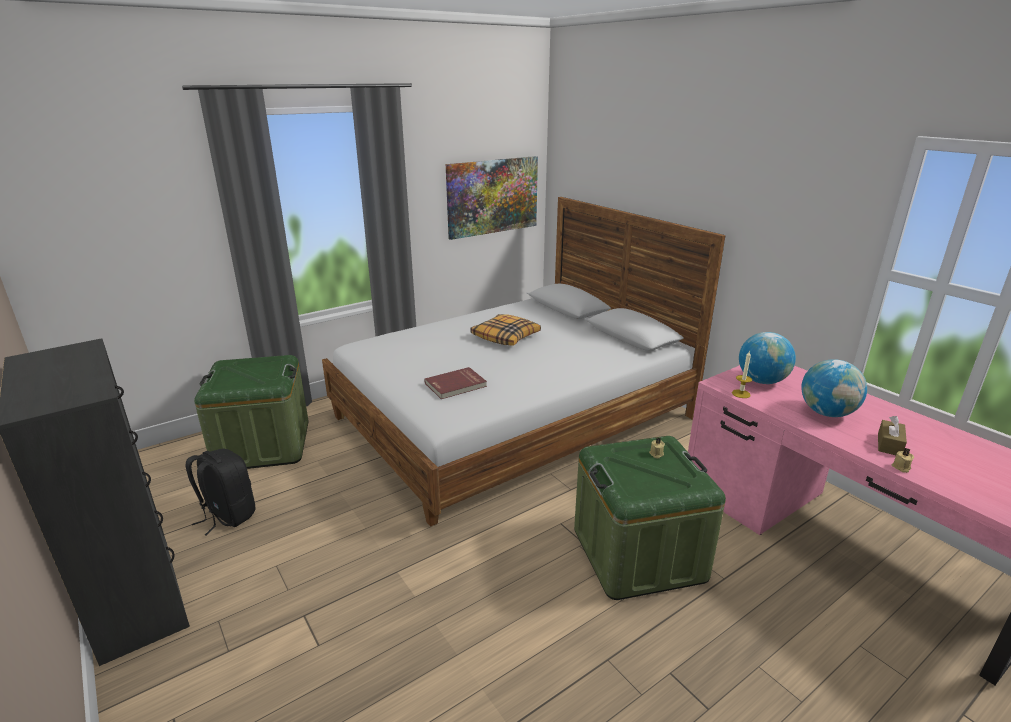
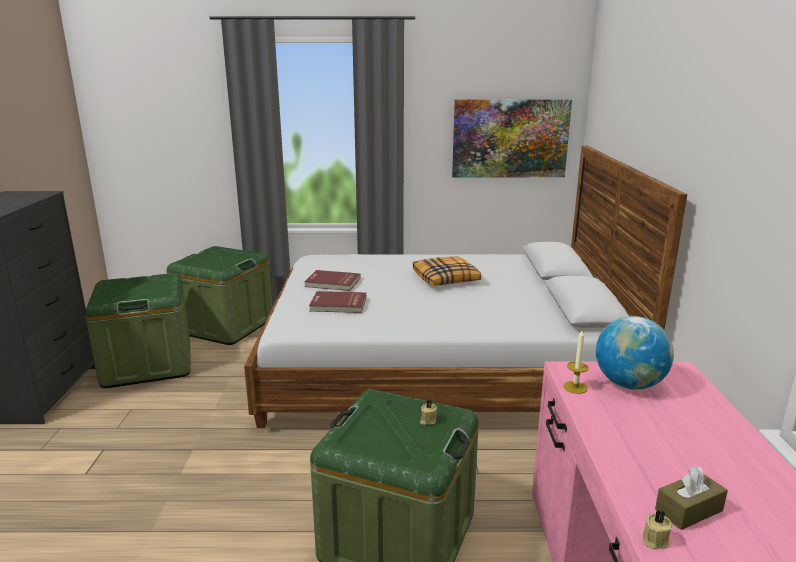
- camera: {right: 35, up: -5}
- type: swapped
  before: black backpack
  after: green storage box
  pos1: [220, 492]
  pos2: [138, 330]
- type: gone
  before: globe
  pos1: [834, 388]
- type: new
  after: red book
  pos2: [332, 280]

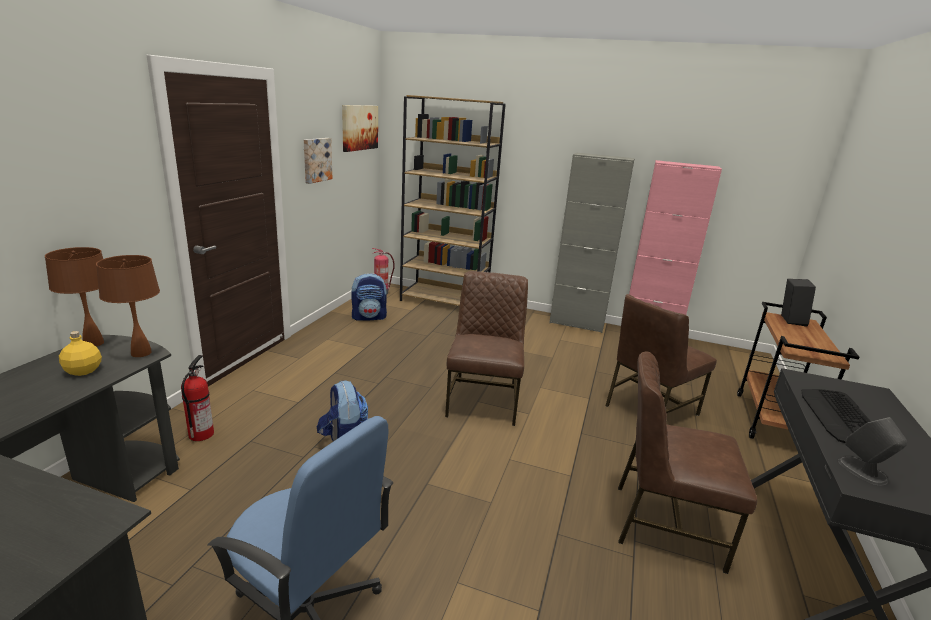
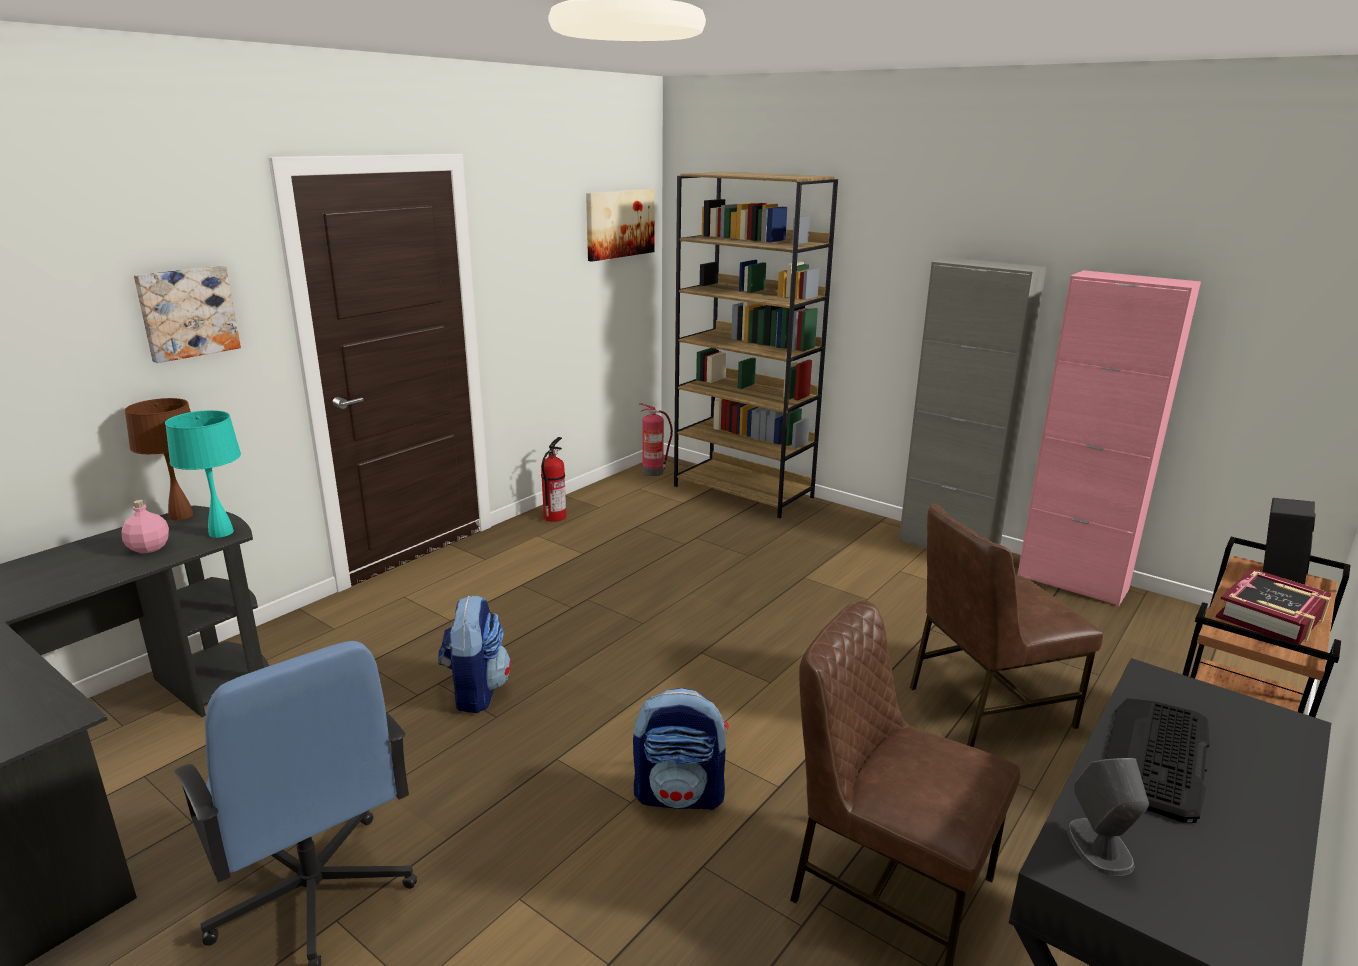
- camera: {right: 20, up: 0}
- type: repainted
  before: yellow bottle
  after: pink bottle
  pos1: [80, 353]
  pos2: [145, 526]
- type: repainted
  before: brown table lamp
  after: turquoise table lamp
  pos1: [128, 306]
  pos2: [203, 474]
- type: shifted
  before: fire extinguisher
  pos1: [197, 398]
  pos2: [553, 479]
- type: shifted
  before: picture
  pos1: [318, 161]
  pos2: [187, 314]
- type: shifted
  before: backpack
  pos1: [369, 297]
  pos2: [681, 749]
- type: gone
  before: brown chair
  pos1: [486, 348]
- type: new
  after: book
  pos2: [1273, 606]

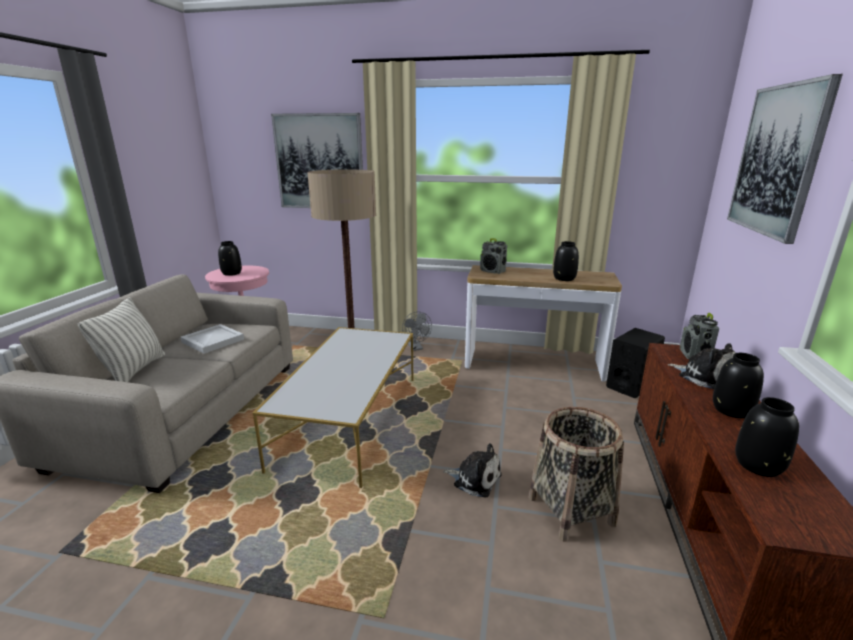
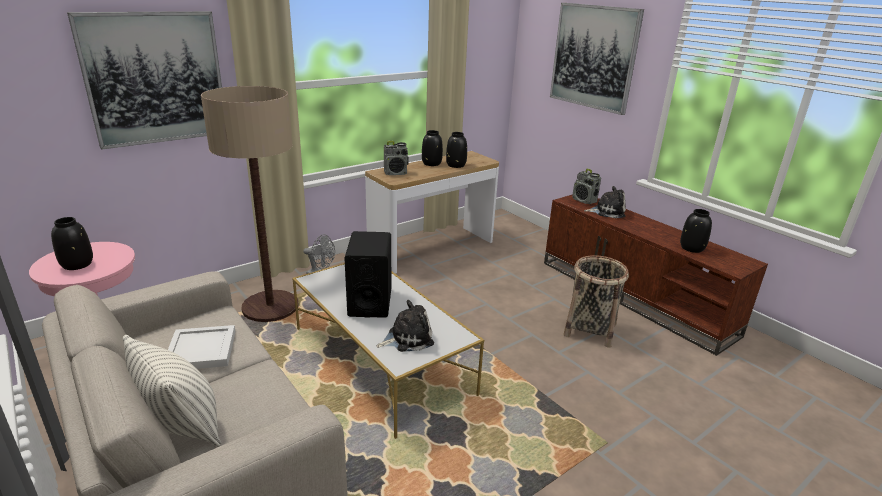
- camera: {right: -50, up: 5}
- type: shifted
  before: plush toy
  pos1: [472, 470]
  pos2: [405, 326]
- type: shifted
  before: black speaker
  pos1: [635, 363]
  pos2: [368, 274]
- type: shifted
  before: black vase
  pos1: [738, 385]
  pos2: [432, 148]

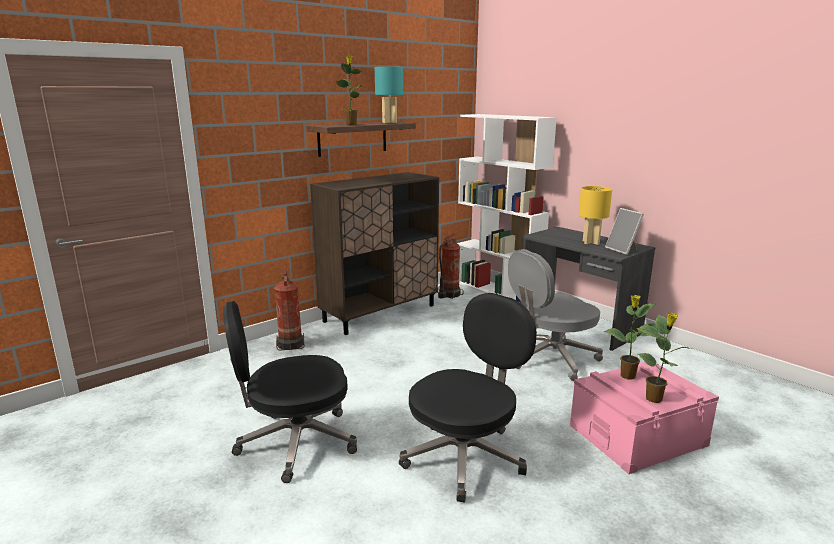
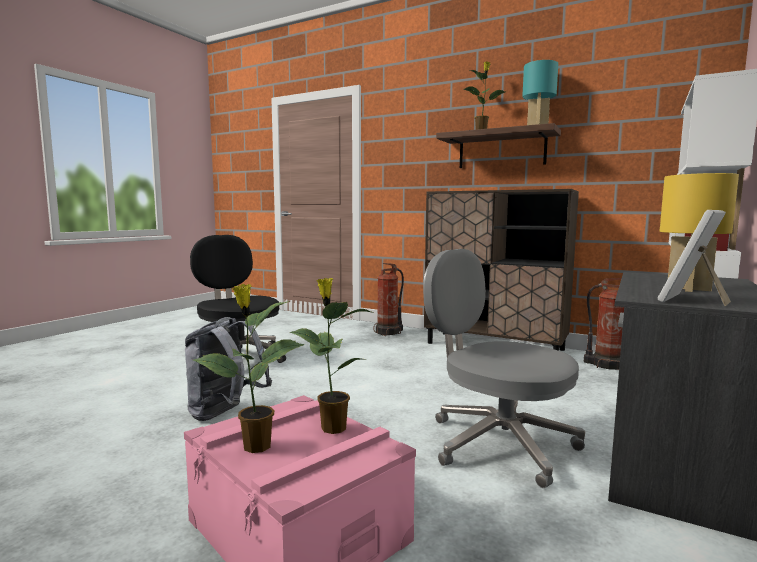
- camera: {right: 70, up: -10}
- type: swapped
  before: black office chair
  after: grey backpack
  pos1: [468, 398]
  pos2: [228, 369]

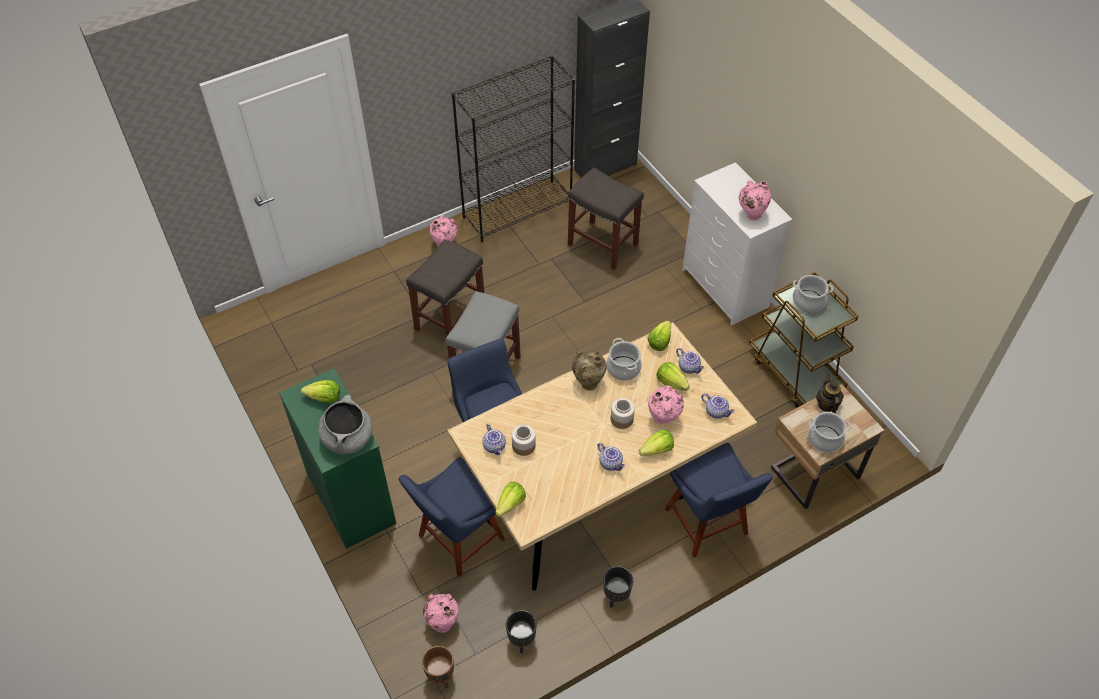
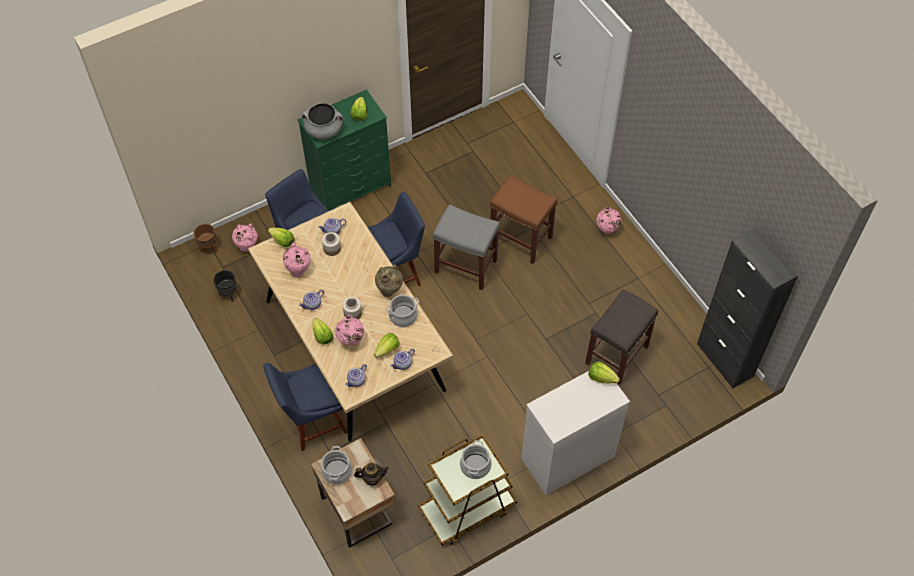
- camera: {right: 90, up: 5}
- type: repainted
  before: grey stool
  after: brown stool
  pos1: [445, 288]
  pos2: [524, 219]
- type: gone
  before: black bookcase
  pos1: [513, 148]
- type: gone
  before: black planter
  pos1: [618, 587]
- type: shifted
  before: lettuce
  pos1: [659, 336]
  pos2: [604, 372]
- type: shifted
  before: pink vase
  pos1: [754, 200]
  pos2: [297, 259]

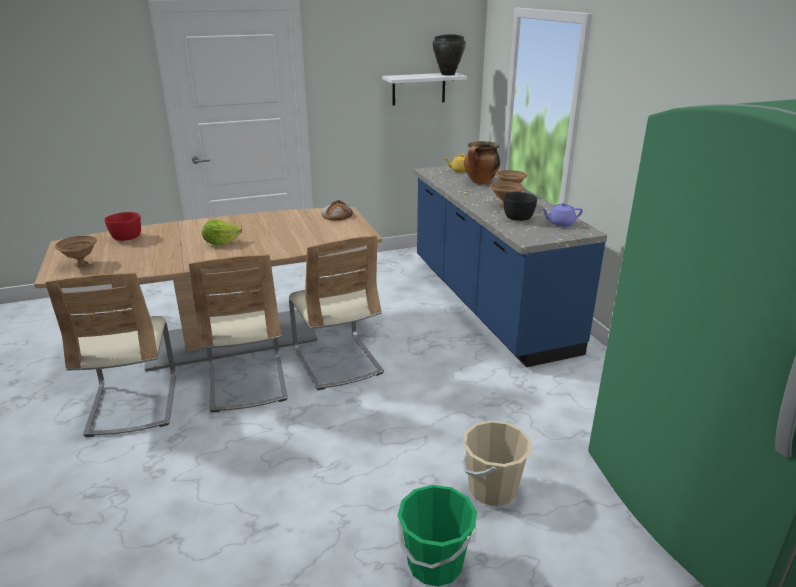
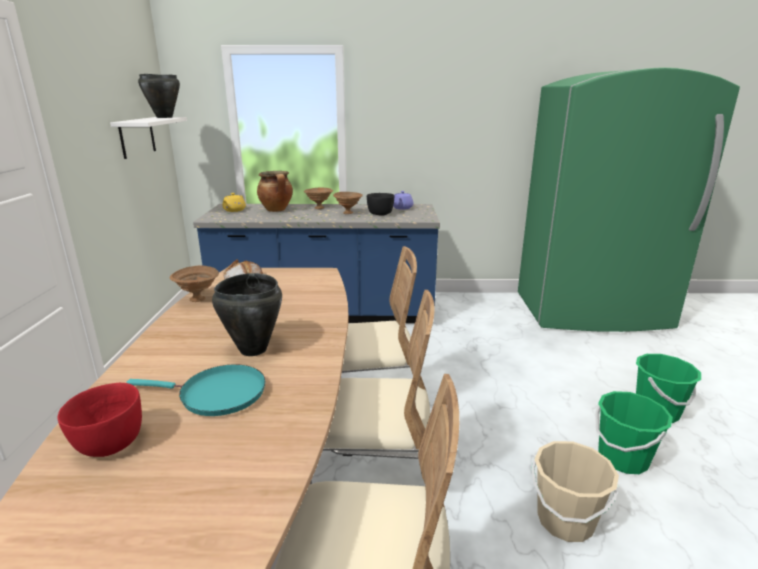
- camera: {right: -70, up: -5}
- type: shifted
  before: brown bowl
  pos1: [76, 251]
  pos2: [194, 284]
- type: swapped
  before: lettuce
  after: black cooking pot
  pos1: [222, 232]
  pos2: [247, 314]
- type: shifted
  before: beige bucket
  pos1: [497, 463]
  pos2: [575, 491]
- type: new
  after: turquoise frying pan
  pos2: [195, 390]
- type: new
  after: green bucket
  pos2: [634, 432]

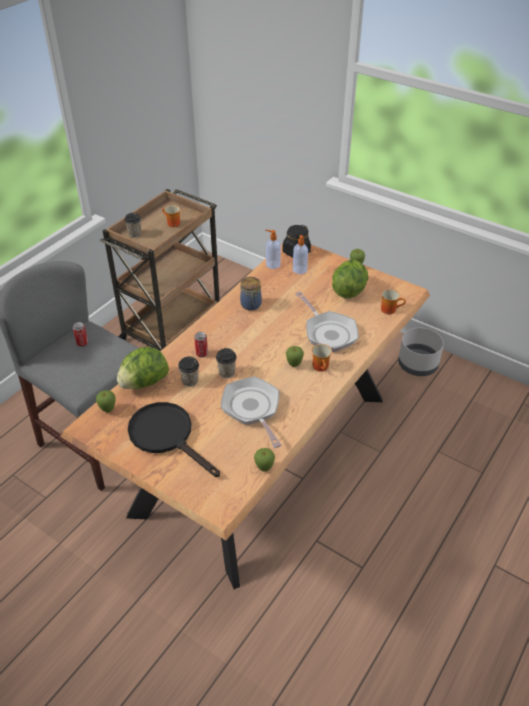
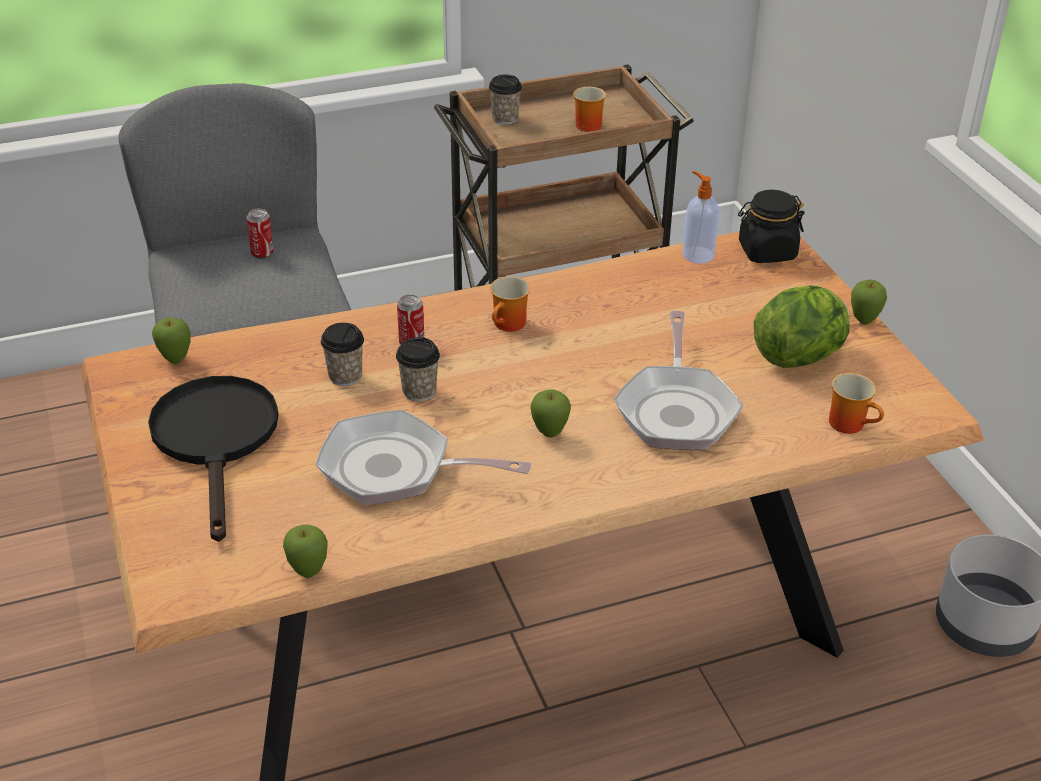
- camera: {right: 35, up: -5}
- type: gone
  before: lettuce
  pos1: [143, 368]
- type: rotated
  before: frying pan
  pos1: [251, 412]
  pos2: [423, 457]
  turn: -90
- type: gone
  before: jar
  pos1: [251, 294]
- type: gone
  before: soap dispenser
  pos1: [300, 254]
- type: shifted
  before: mug
  pos1: [322, 357]
  pos2: [510, 304]

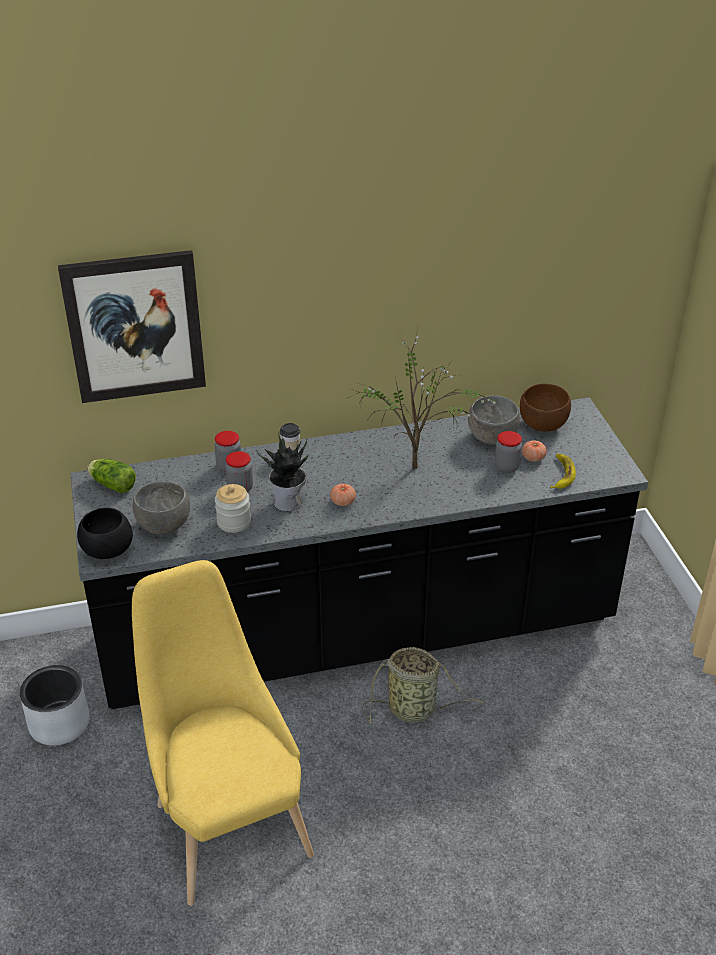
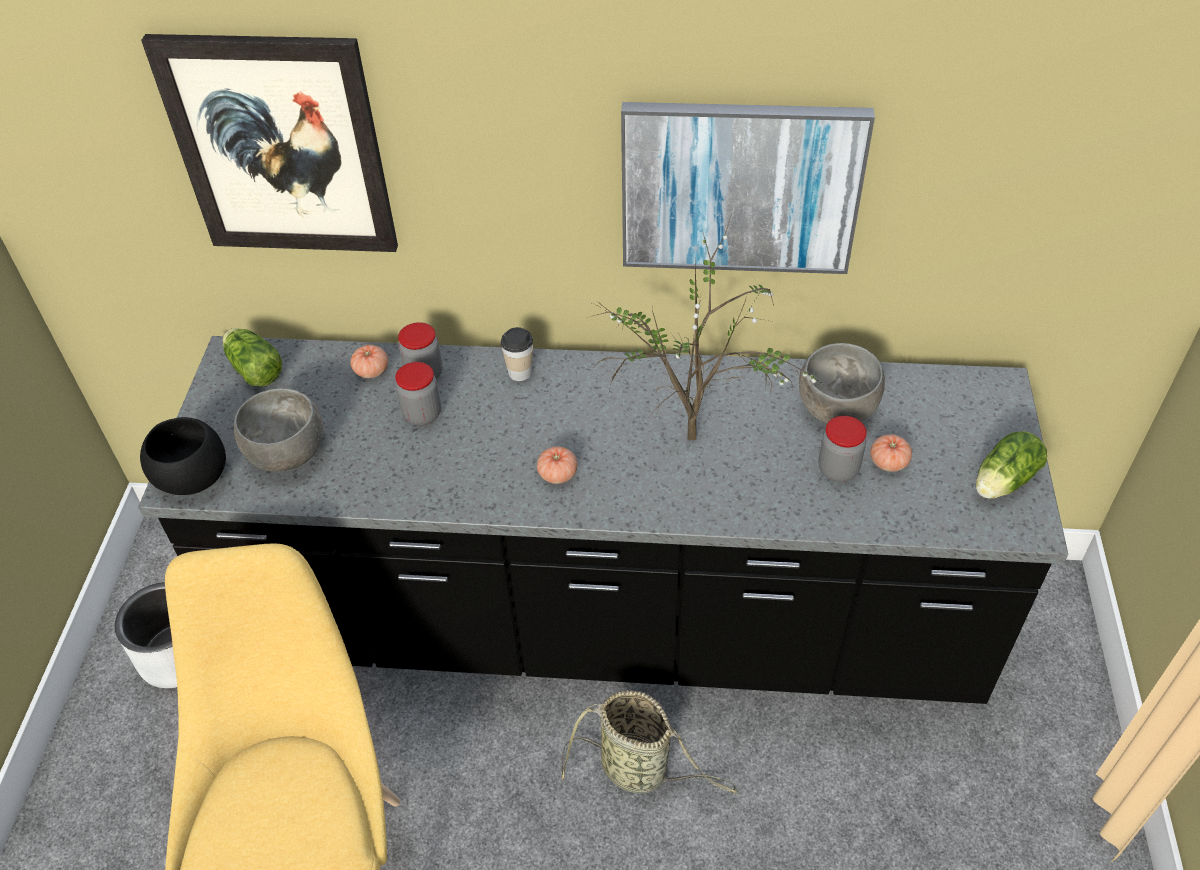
- camera: {right: 20, up: 10}
- type: gone
  before: jar
  pos1: [233, 508]
- type: gone
  before: potted plant
  pos1: [282, 472]
- type: gone
  before: brown bowl
  pos1: [545, 407]
- type: gone
  before: banana
  pos1: [563, 471]
- type: new
  after: tomato
  pos2: [369, 361]
- type: new
  after: picture
  pos2: [748, 188]
- type: new
  after: lettuce
  pos2: [1011, 465]

